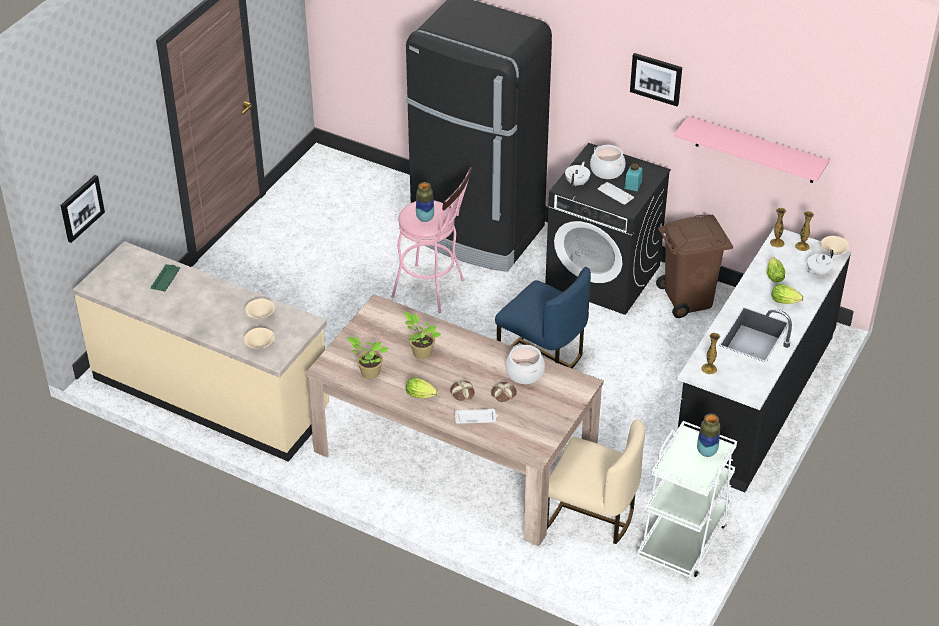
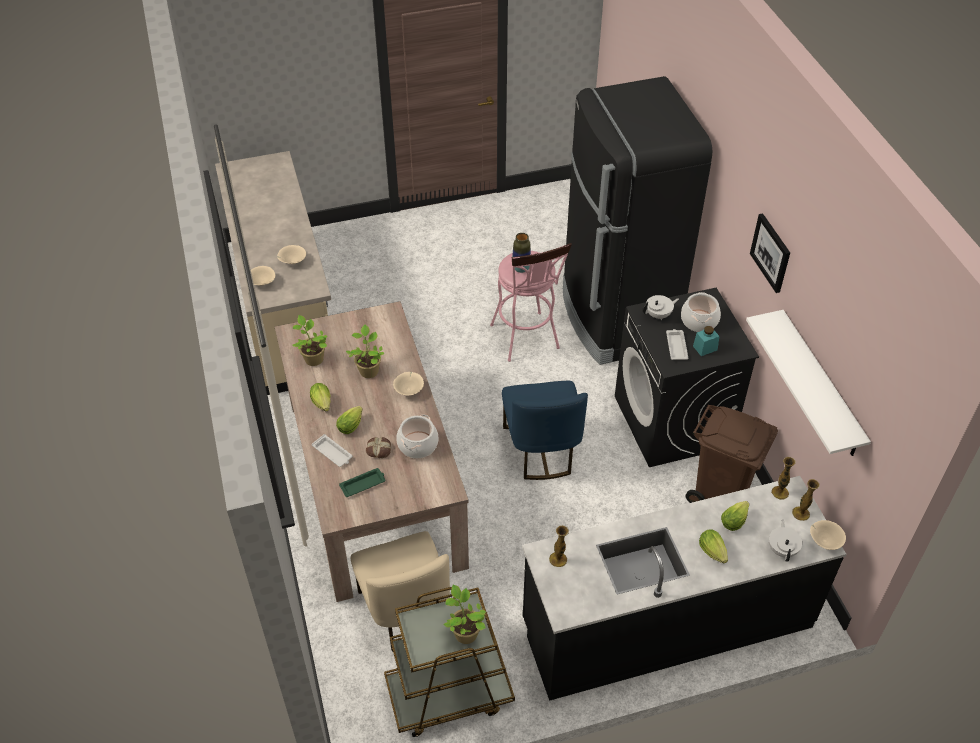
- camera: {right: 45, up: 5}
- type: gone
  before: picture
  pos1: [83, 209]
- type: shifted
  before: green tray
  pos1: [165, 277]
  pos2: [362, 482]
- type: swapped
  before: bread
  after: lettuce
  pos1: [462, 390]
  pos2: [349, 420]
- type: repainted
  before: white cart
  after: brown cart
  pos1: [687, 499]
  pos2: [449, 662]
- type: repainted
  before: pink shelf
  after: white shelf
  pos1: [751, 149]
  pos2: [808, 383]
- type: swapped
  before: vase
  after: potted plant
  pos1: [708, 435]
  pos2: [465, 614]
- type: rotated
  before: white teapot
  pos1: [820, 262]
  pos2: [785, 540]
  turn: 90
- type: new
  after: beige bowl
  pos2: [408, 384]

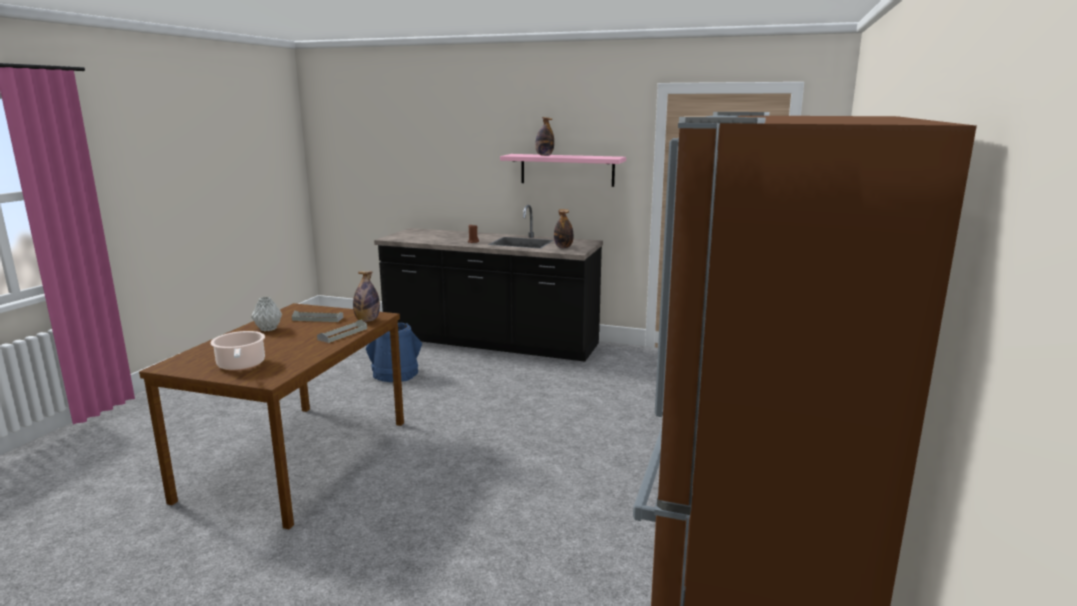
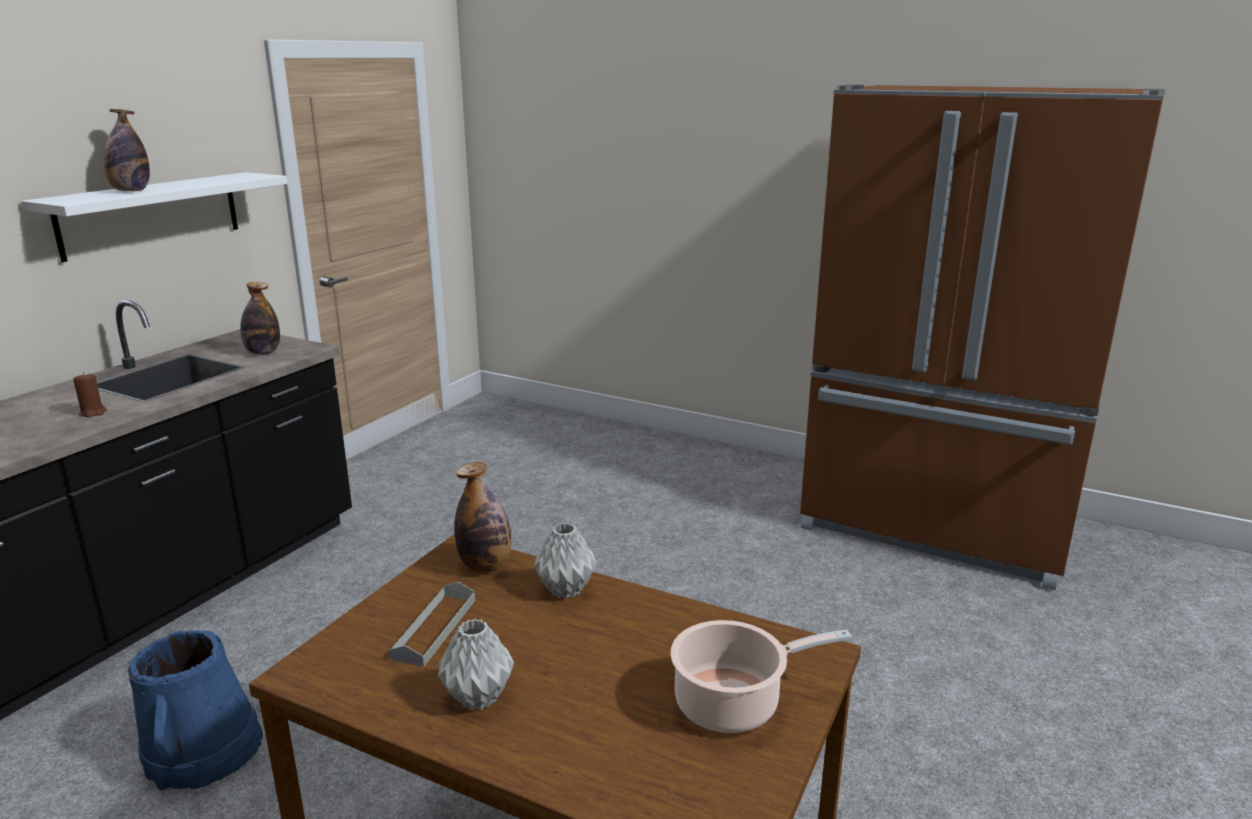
- camera: {right: -80, up: 5}
- type: swapped
  before: grey tray
  after: grey vase
  pos1: [342, 331]
  pos2: [565, 561]
- type: repainted
  before: pink shelf
  after: white shelf
  pos1: [563, 170]
  pos2: [154, 217]

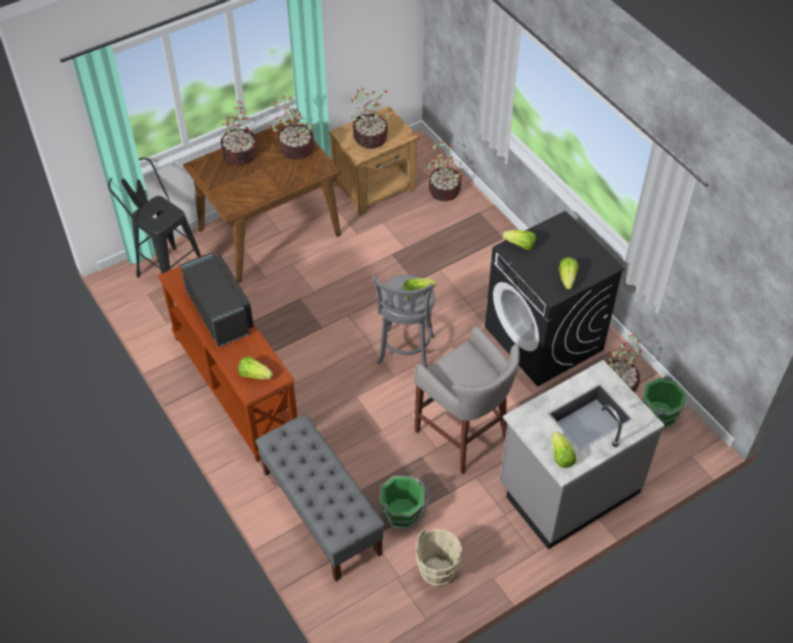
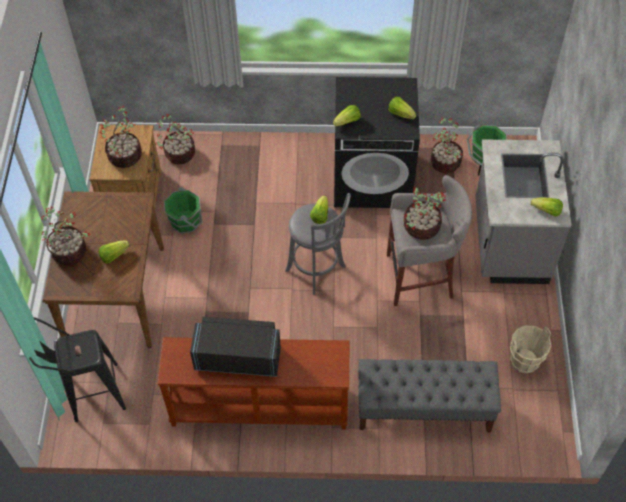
- camera: {right: -55, up: 5}
- type: shifted
  before: lettuce
  pos1: [255, 367]
  pos2: [114, 252]
- type: shifted
  before: potted plant
  pos1: [292, 127]
  pos2: [425, 213]
- type: shifted
  before: green bucket
  pos1: [404, 503]
  pos2: [183, 210]

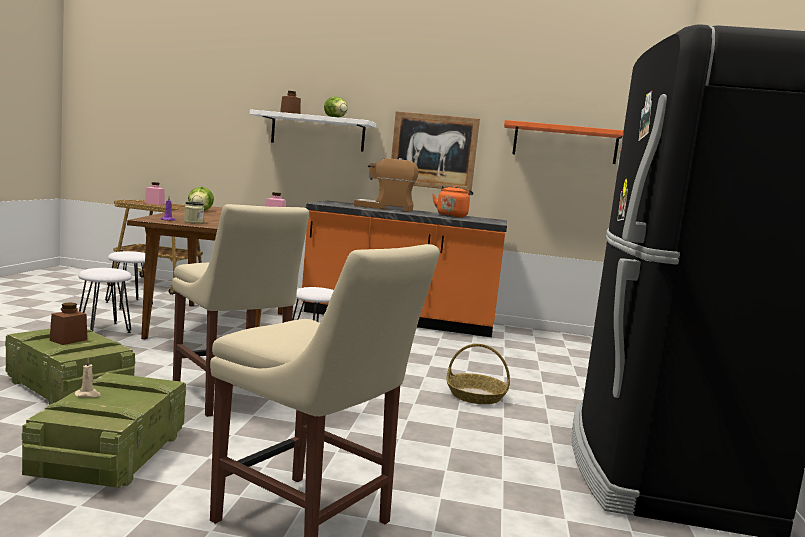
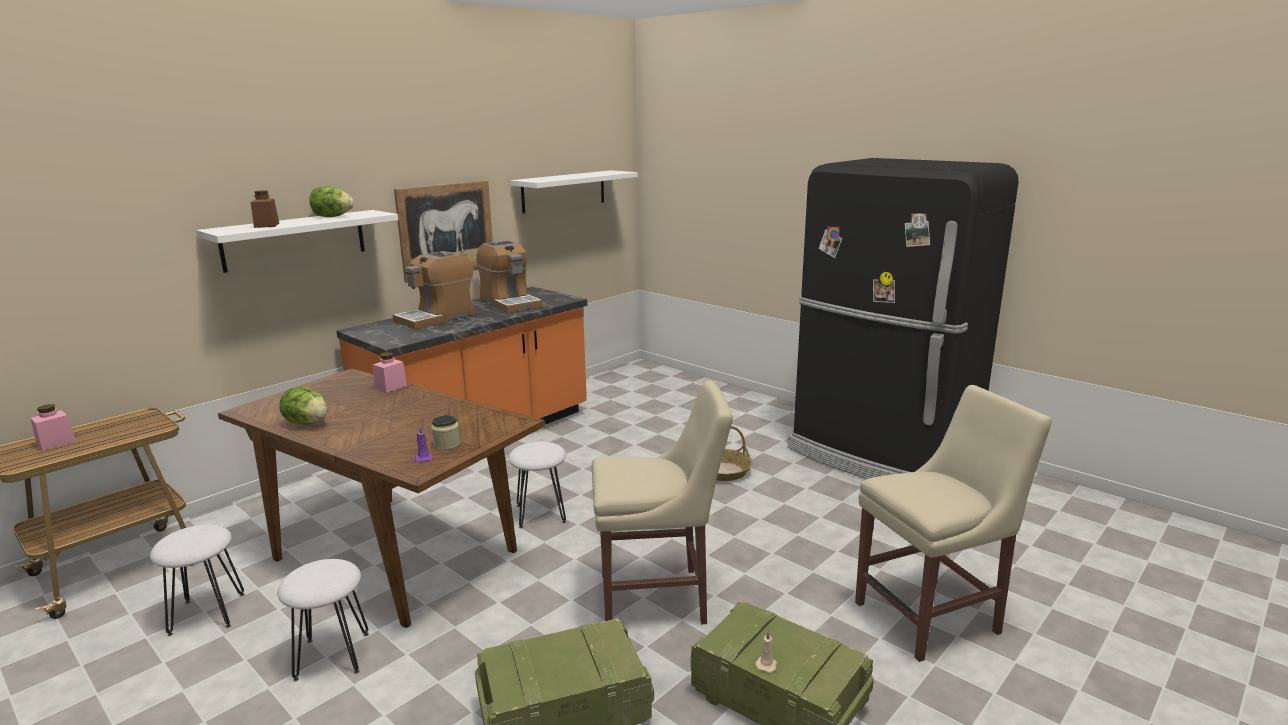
- camera: {right: -55, up: 10}
- type: gone
  before: brown jar
  pos1: [68, 324]
- type: swapped
  before: orange kettle
  after: coffee machine
  pos1: [452, 201]
  pos2: [509, 276]
- type: repainted
  before: orange shelf
  after: white shelf
  pos1: [564, 142]
  pos2: [574, 192]

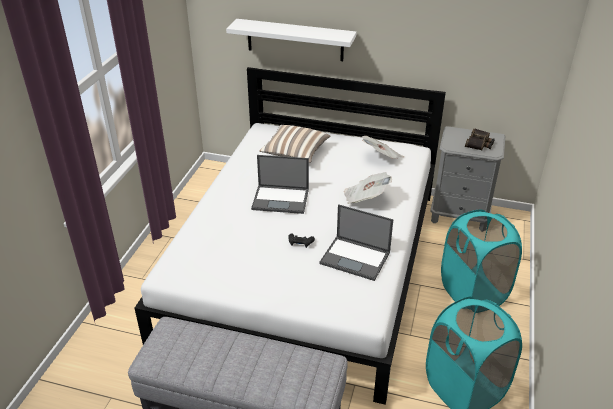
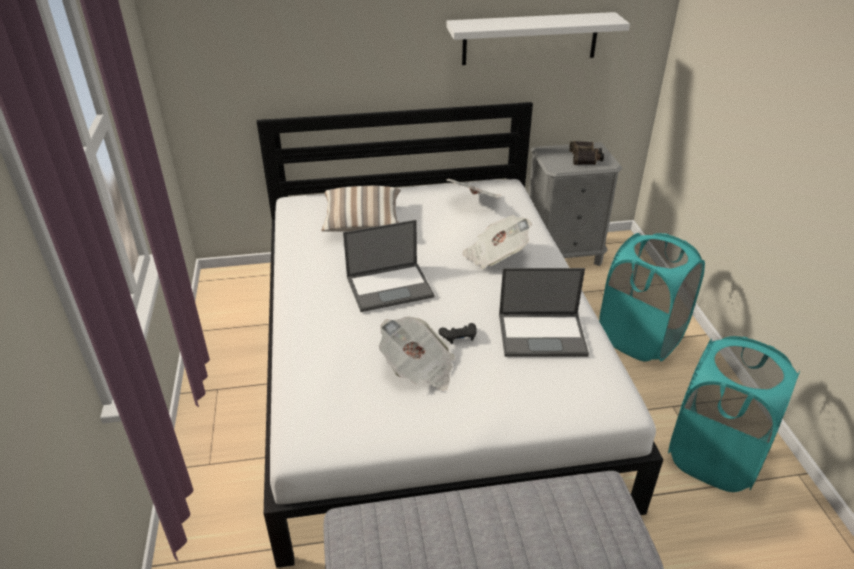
- camera: {right: -25, up: 0}
- type: shifted
  before: white shelf
  pos1: [291, 40]
  pos2: [538, 38]
- type: new
  after: newspaper
  pos2: [417, 353]

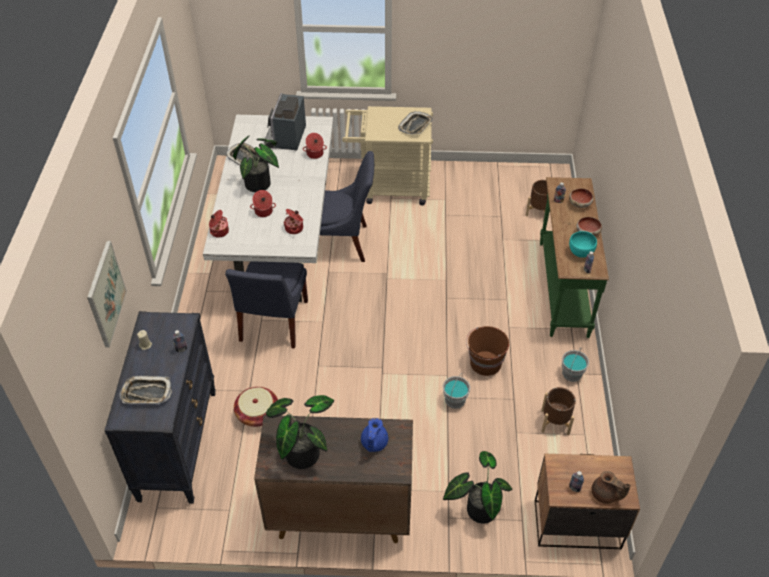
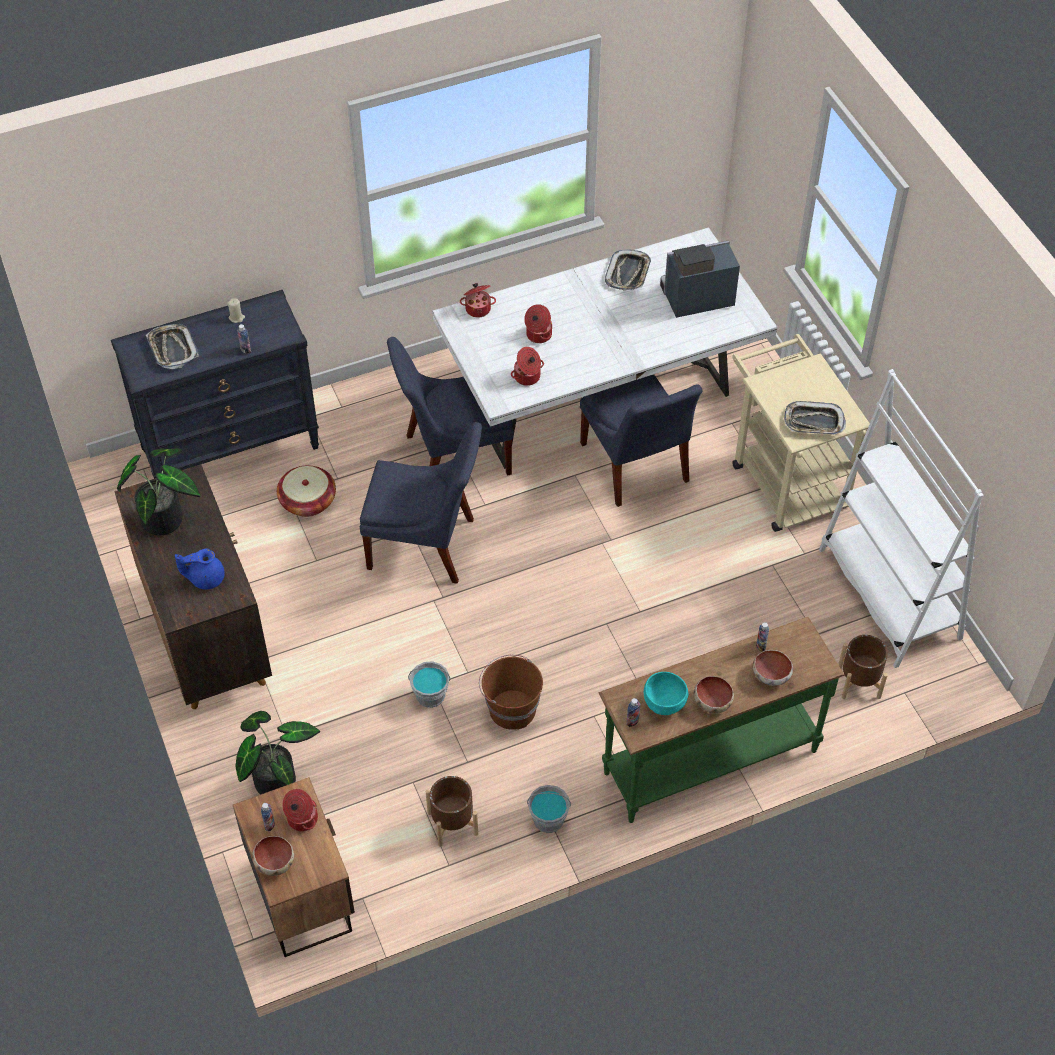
- camera: {right: 65, up: 5}
- type: gone
  before: picture
  pos1: [107, 294]
- type: gone
  before: potted plant
  pos1: [256, 164]
- type: shifted
  before: cooking pot
  pos1: [315, 146]
  pos2: [300, 810]
- type: swapped
  before: brown teapot
  after: bowl
  pos1: [611, 487]
  pos2: [273, 856]
- type: new
  after: blue chair
  pos2: [421, 503]
- type: new
  after: white bookcase
  pos2: [901, 518]

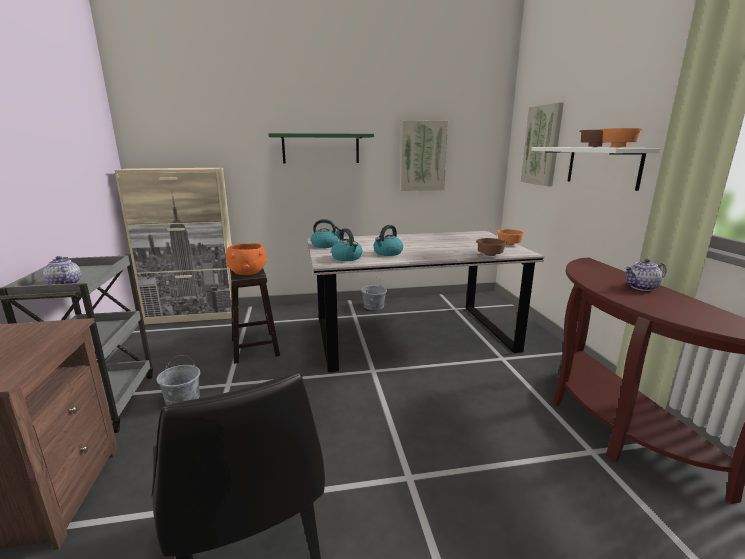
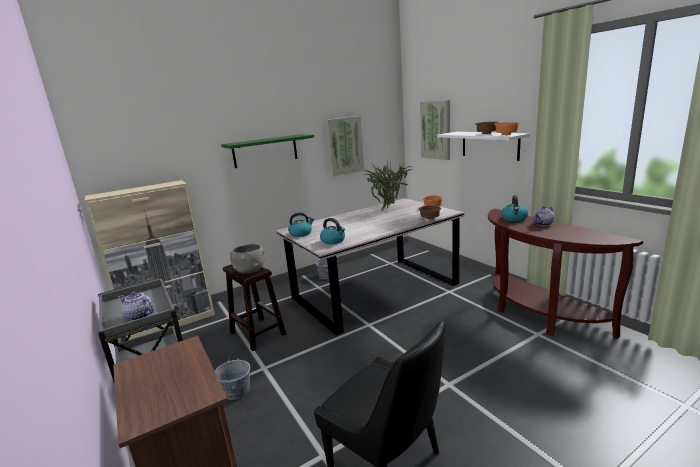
- camera: {right: -20, up: 0}
- type: repainted
  before: orange bowl
  after: grey bowl
  pos1: [246, 259]
  pos2: [247, 259]
- type: shifted
  before: kettle
  pos1: [388, 240]
  pos2: [514, 208]
- type: new
  after: potted plant
  pos2: [389, 184]

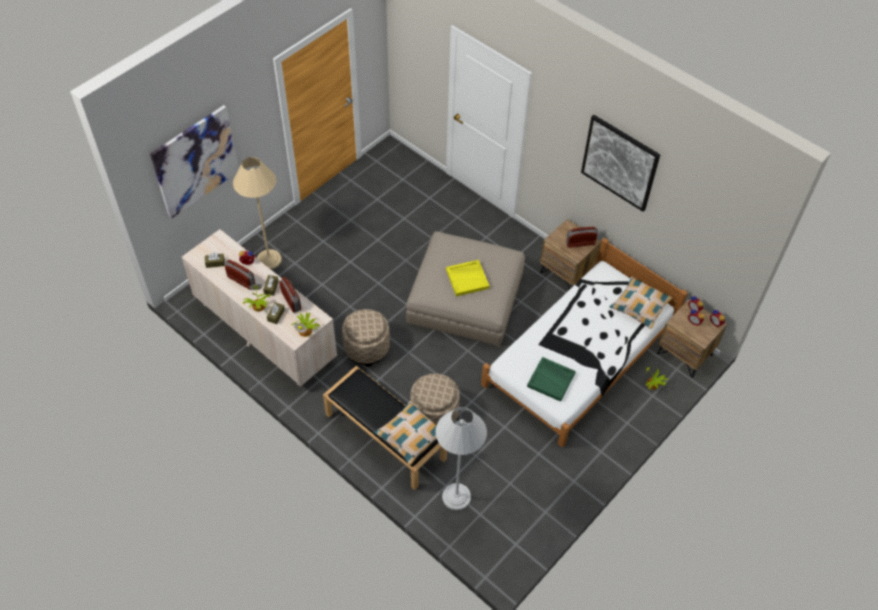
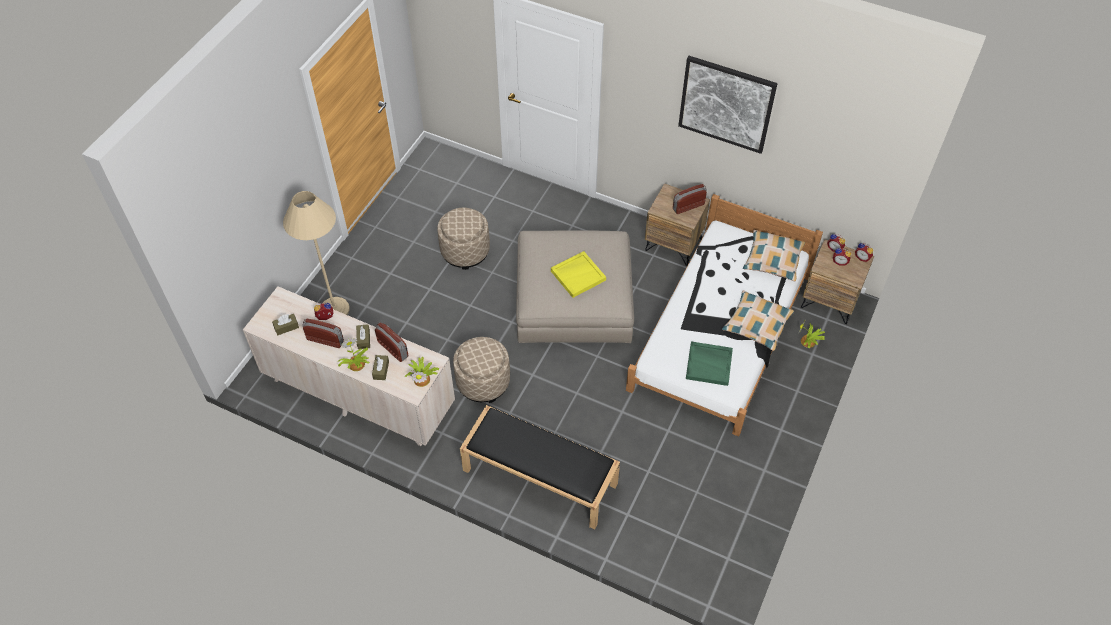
- camera: {right: -15, up: 0}
- type: gone
  before: picture
  pos1: [194, 162]
- type: shifted
  before: pillow
  pos1: [405, 433]
  pos2: [758, 320]
- type: shifted
  before: beige ottoman
  pos1: [435, 399]
  pos2: [463, 238]
- type: gone
  before: white floor lamp
  pos1: [461, 458]

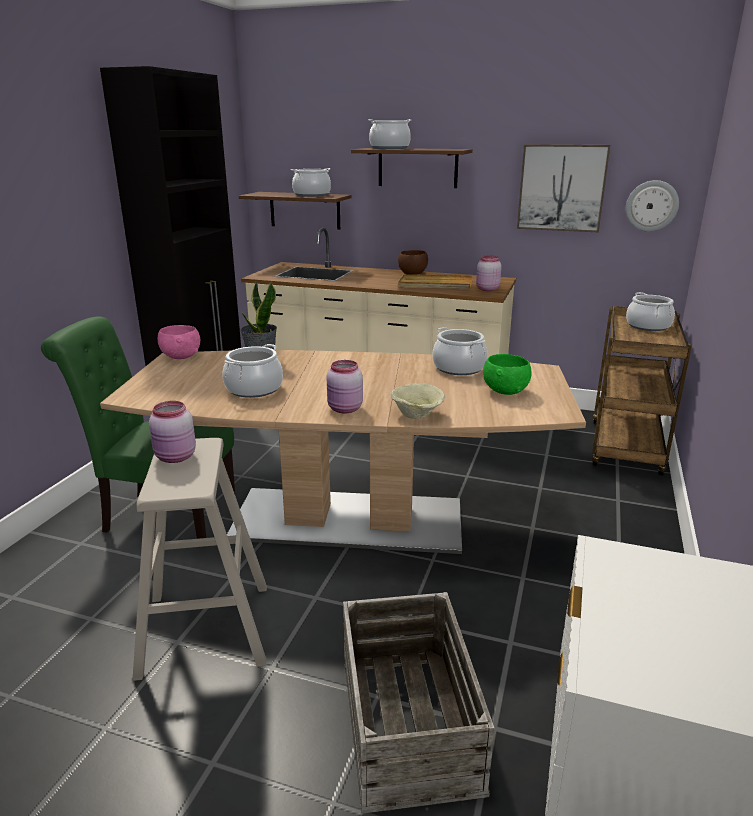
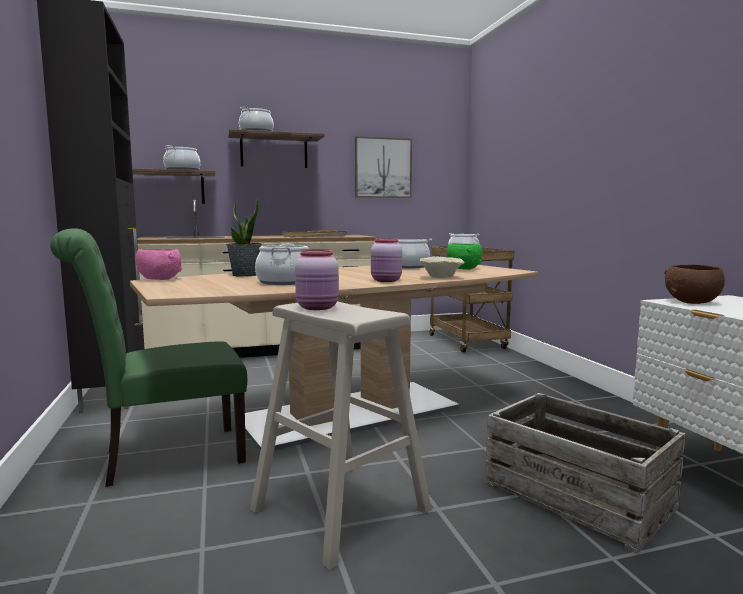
- camera: {right: -35, up: -15}
- type: shifted
  before: brown bowl
  pos1: [413, 262]
  pos2: [694, 284]
- type: gone
  before: pink jar
  pos1: [489, 273]
- type: gone
  before: wall clock
  pos1: [652, 206]

